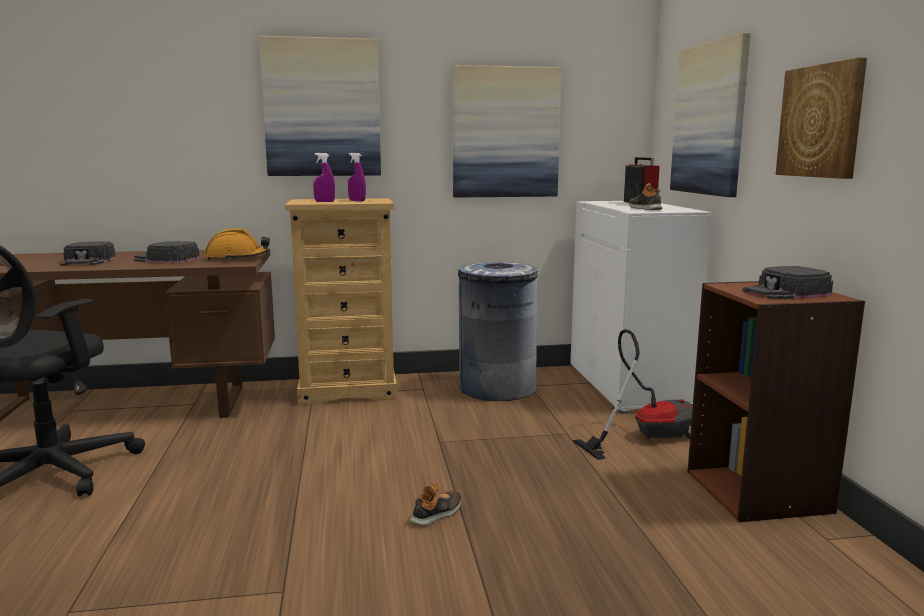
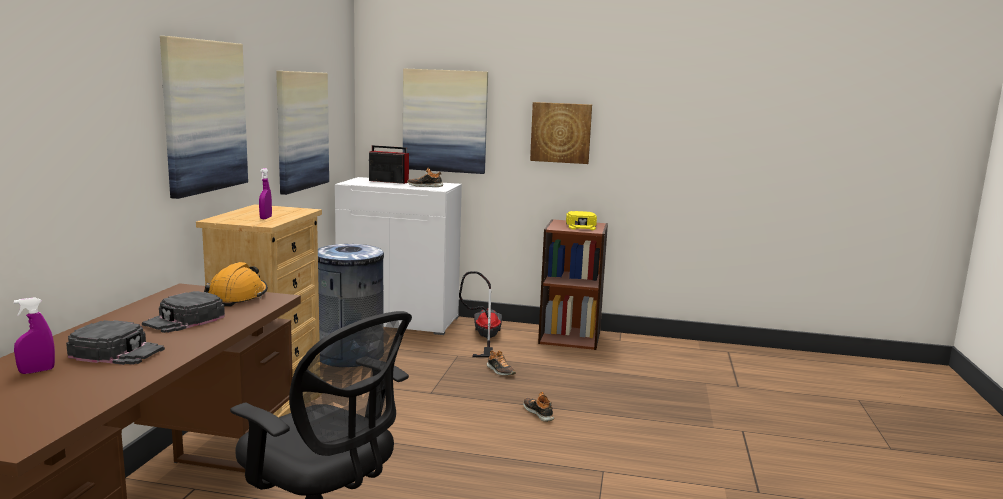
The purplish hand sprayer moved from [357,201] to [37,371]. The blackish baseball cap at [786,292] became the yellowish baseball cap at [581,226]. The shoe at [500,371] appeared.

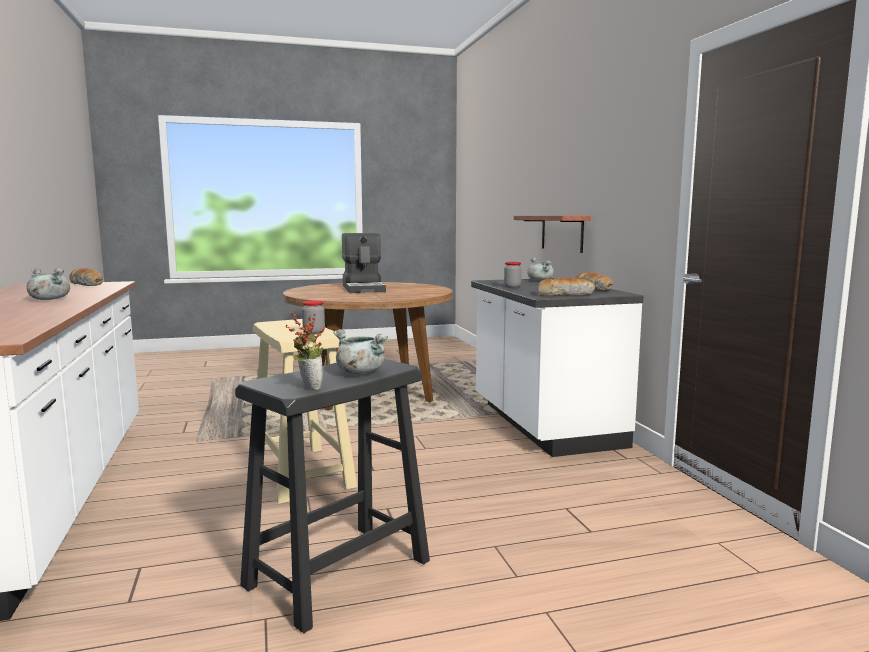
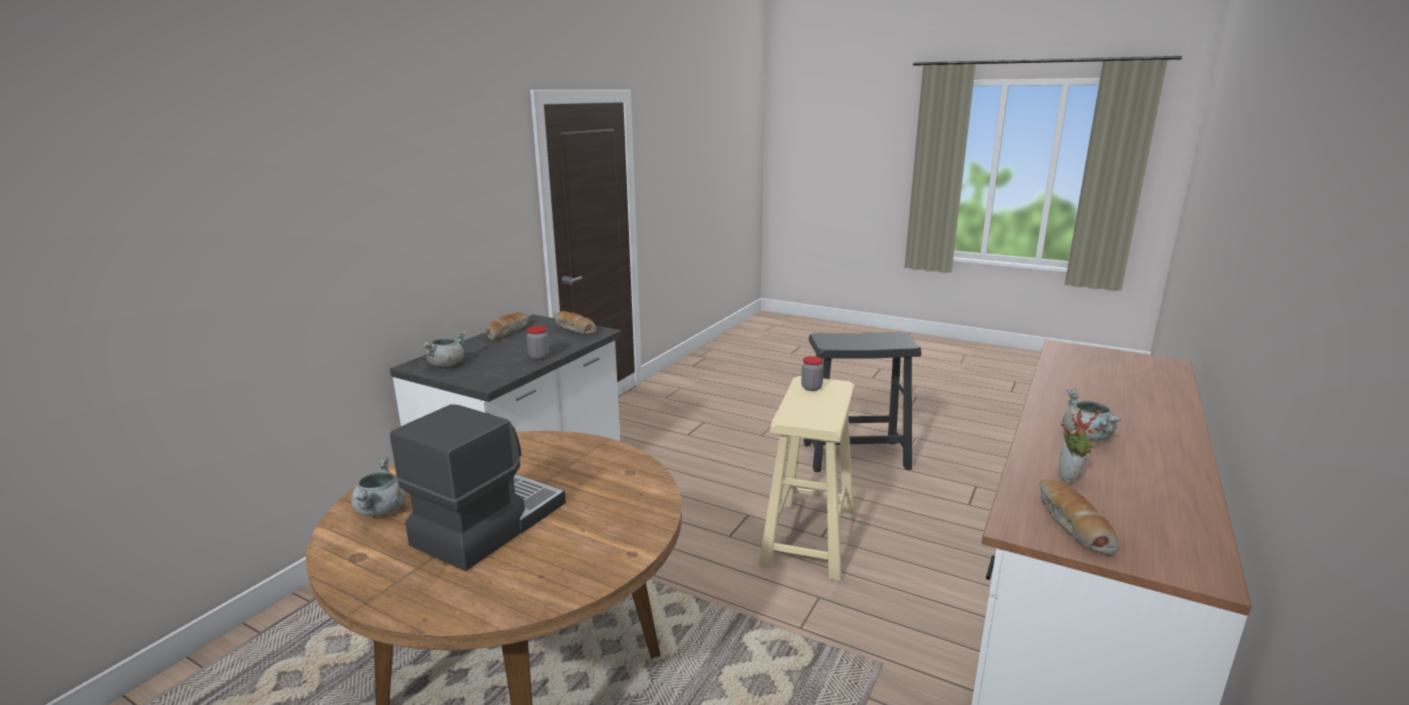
The plant in a pot moved from [308,387] to [1071,479]. The grey stockpot moved from [359,372] to [382,510]. The shelf at [562,233] disappeared.

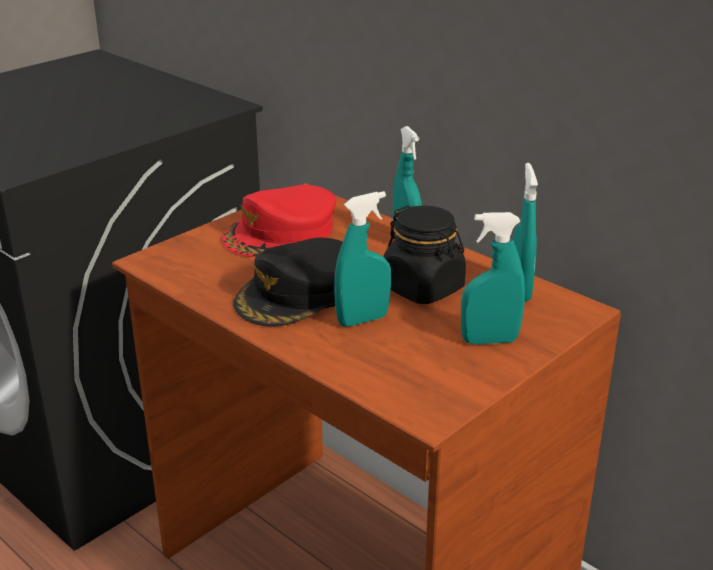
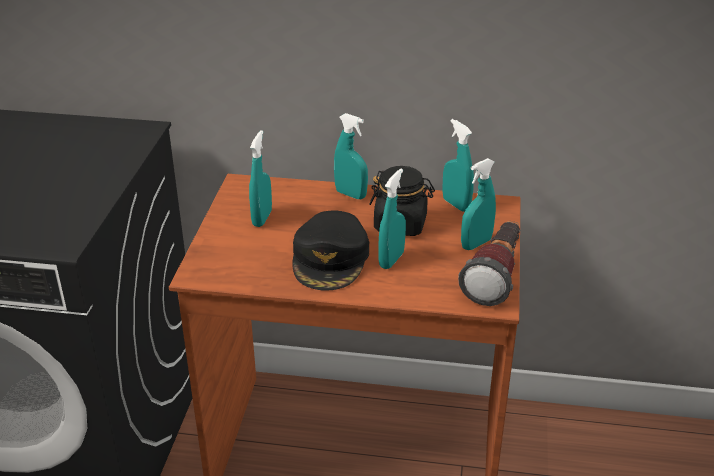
The red baseball cap at [281,232] was replaced by the turquoise-coloured hand sprayer at [262,218]. The torch at [496,276] appeared.

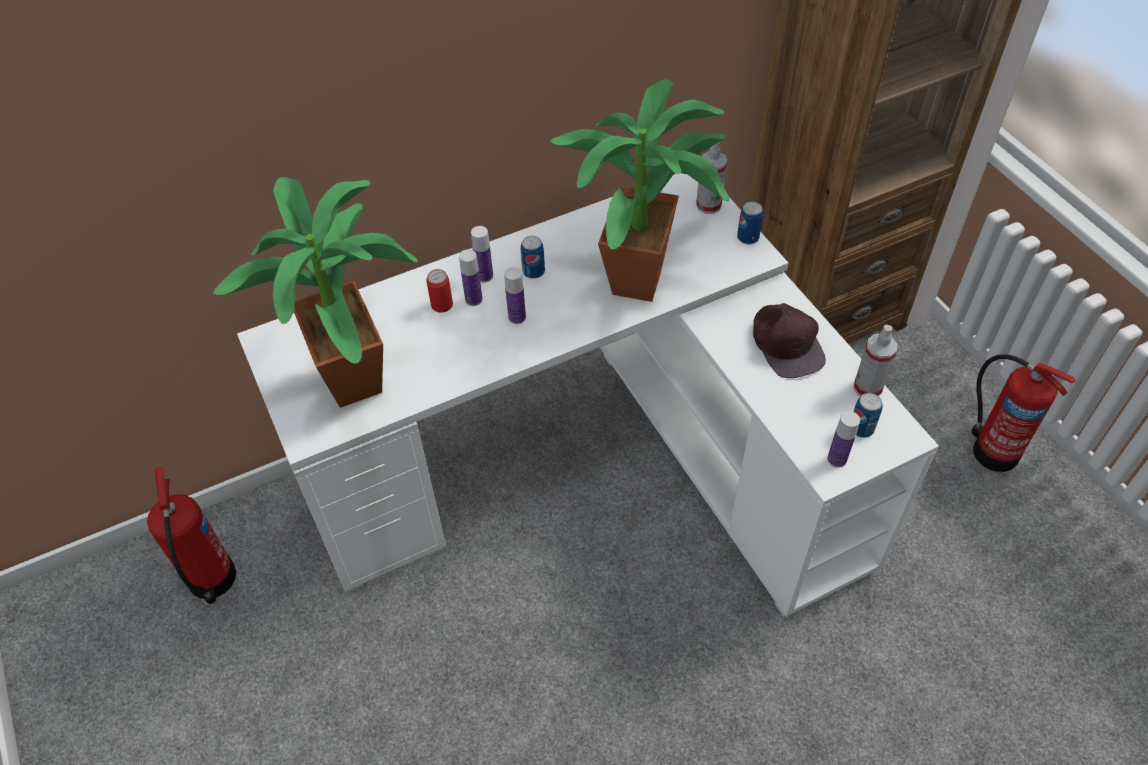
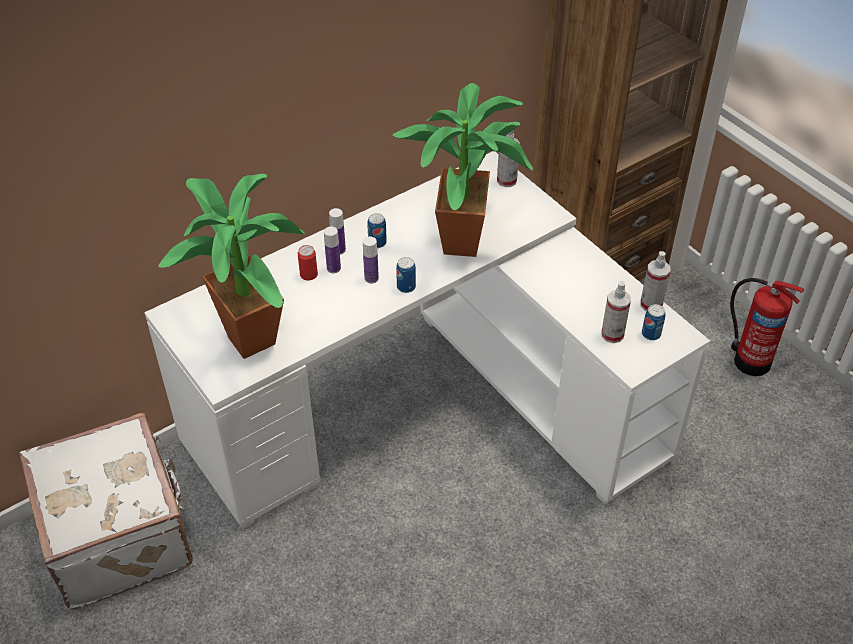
The extinguisher at [211,581] was replaced by the white travel case at [121,534]. The sealed can moved from [747,237] to [406,287]. The brownish baseball cap at [786,343] disappeared. The bottle at [837,459] disappeared. The hand sprayer at [612,334] appeared.

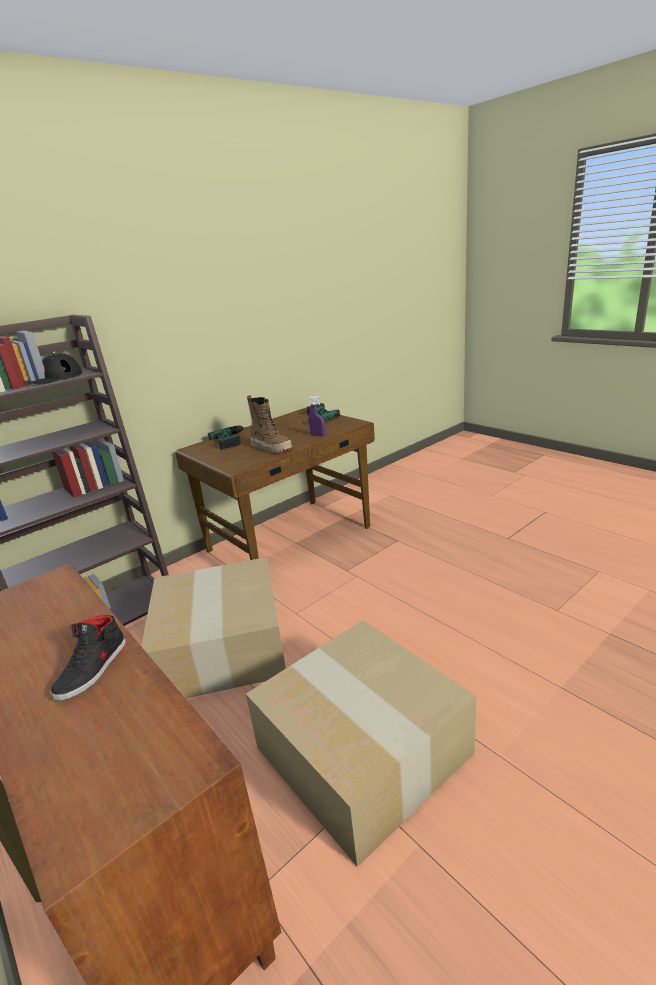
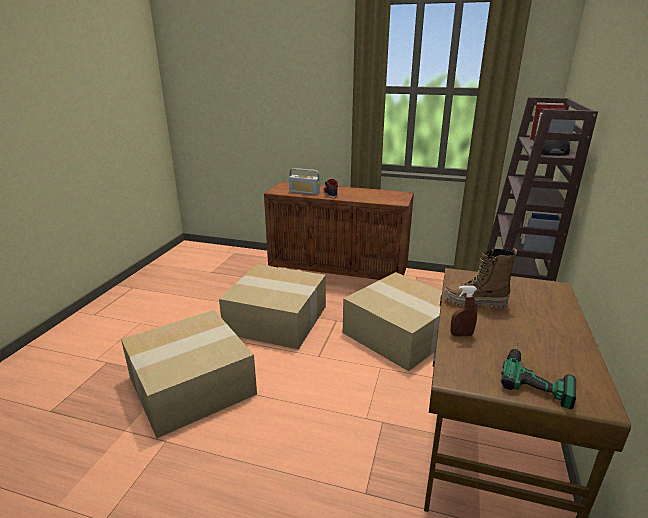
The drill at [235,438] disappeared. The purplish hand sprayer at [318,435] became the brownish hand sprayer at [461,335]. The packing box at [192,384] appeared. The radio receiver at [304,192] appeared.

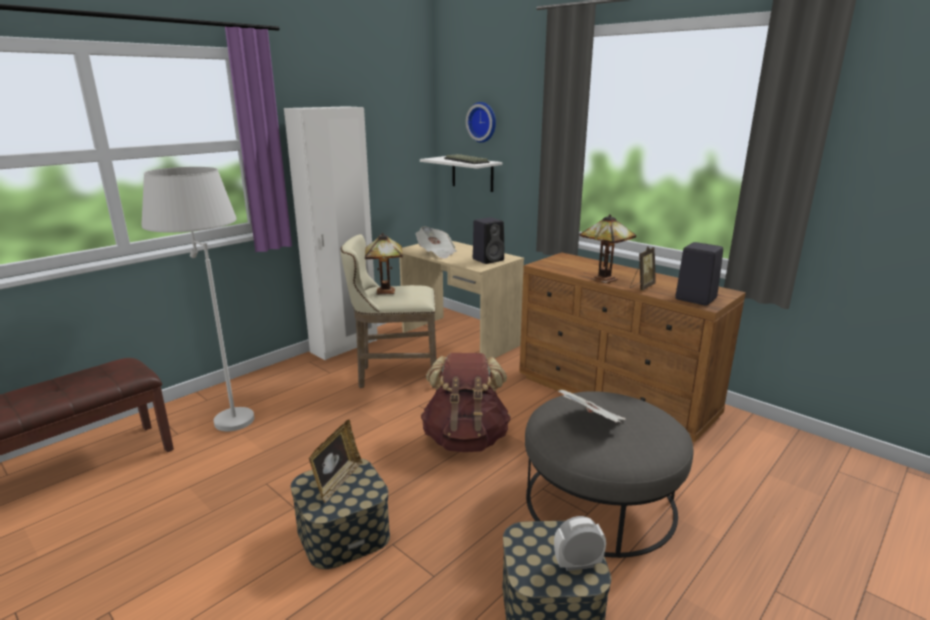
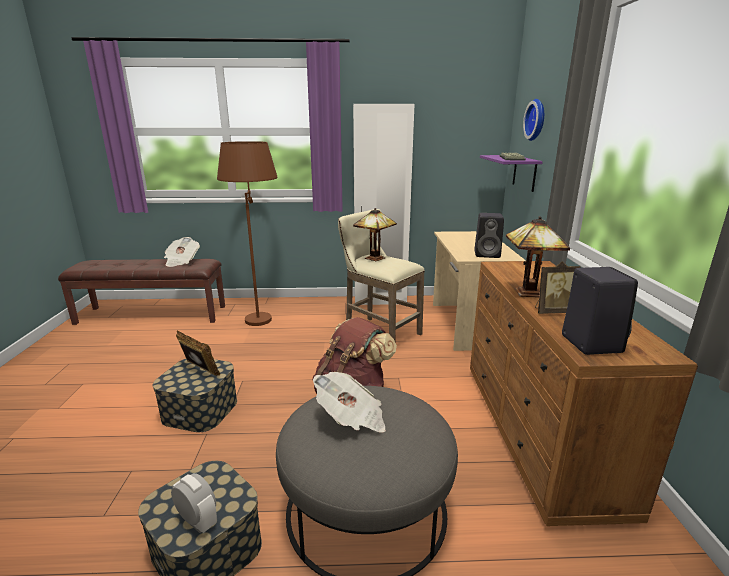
The white floor lamp at [223,413] became the brownish floor lamp at [260,314]. The picture frame at [337,481] turned 120 degrees counterclockwise. The printed paper moved from [436,253] to [181,261]. The white shelf at [472,174] became the purplish shelf at [524,173].

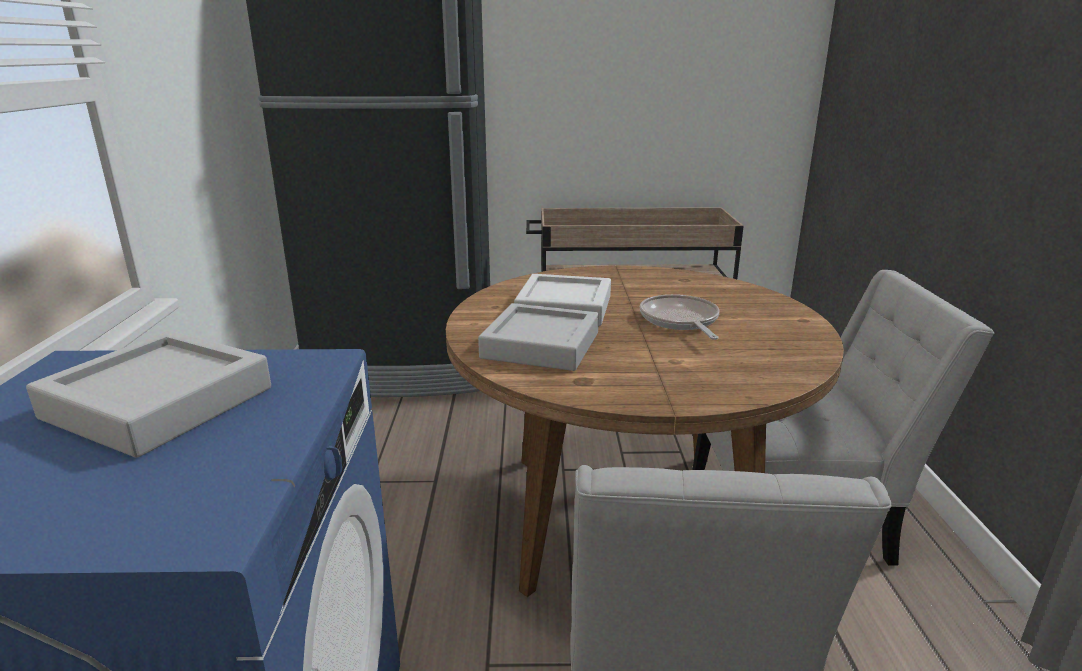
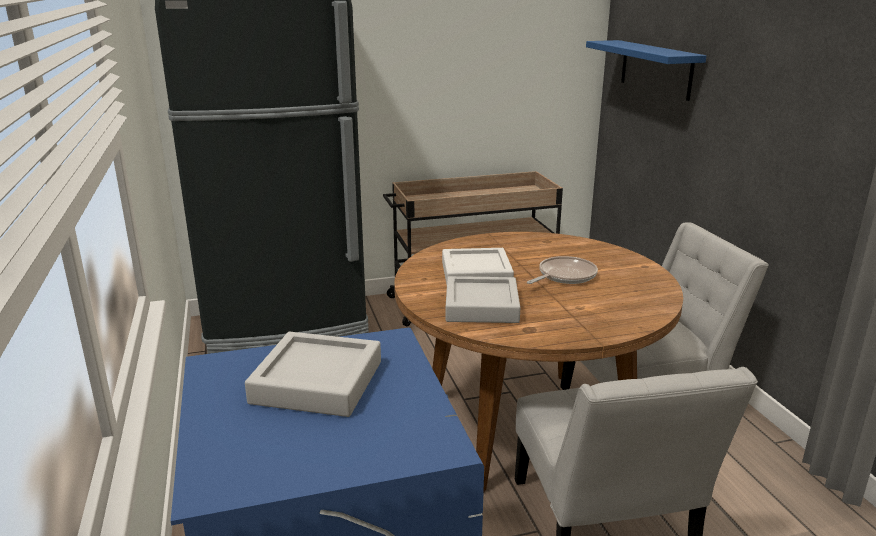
The pan at [680,321] turned 75 degrees clockwise. The bluish shelf at [655,69] appeared.

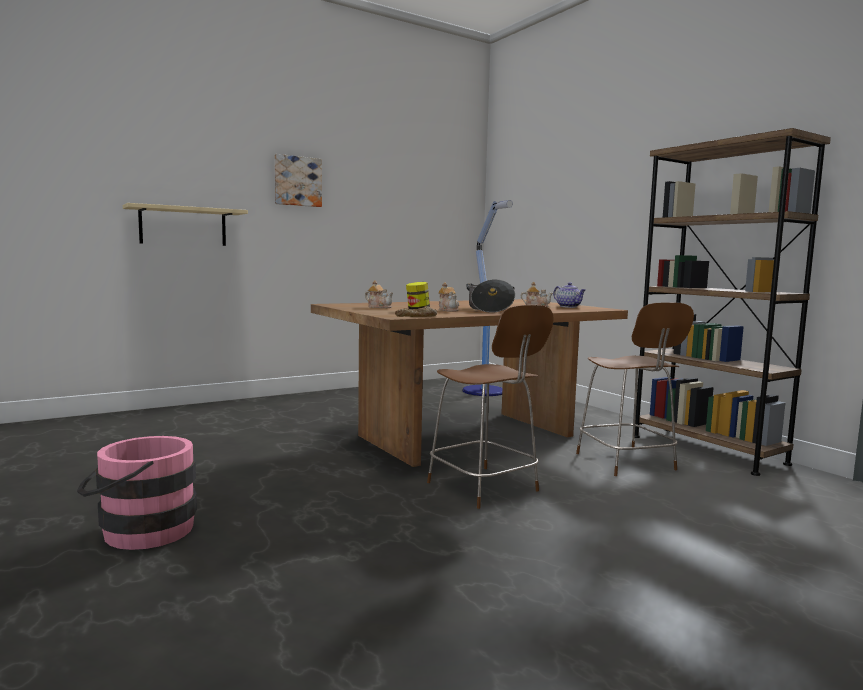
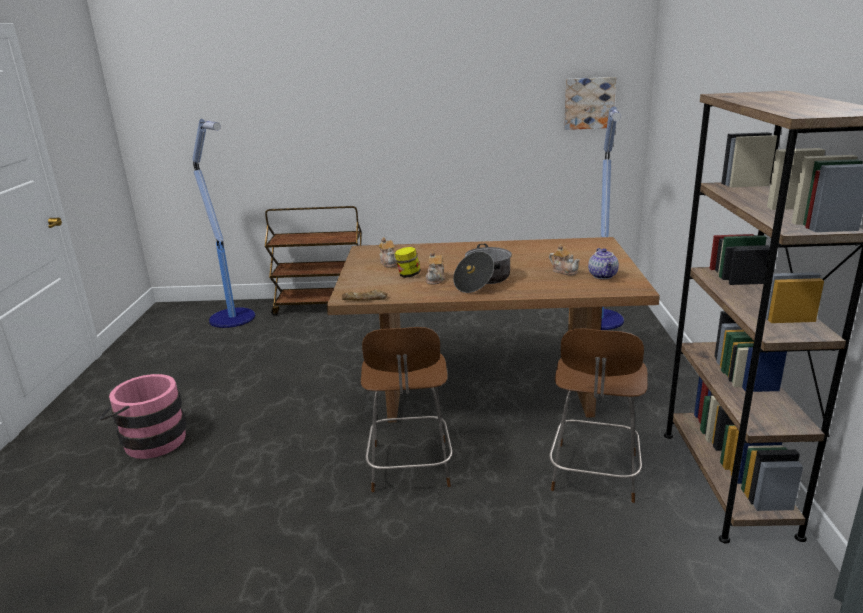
The beige shelf at [183,226] disappeared. The wall art moved from [297,181] to [589,103]. The floor lamp at [233,318] appeared. The brownish wheeled cart at [322,306] appeared.

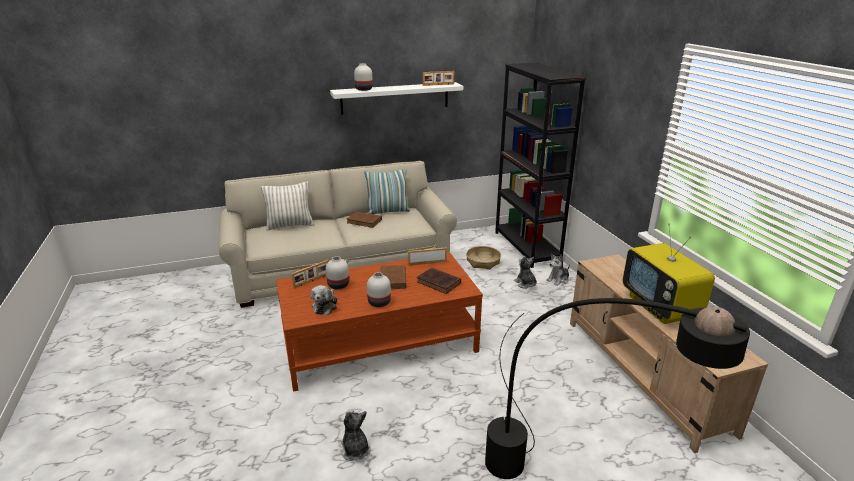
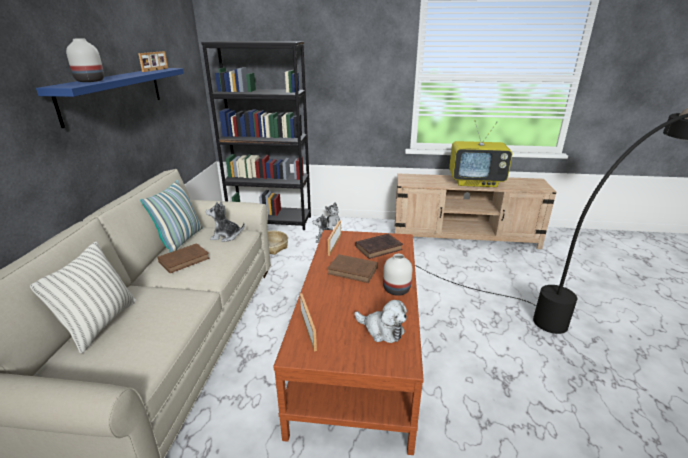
The white decorative vase at [337,285] disappeared. The white shelf at [395,98] became the bluish shelf at [114,94]. The soft toy moved from [355,449] to [226,236].

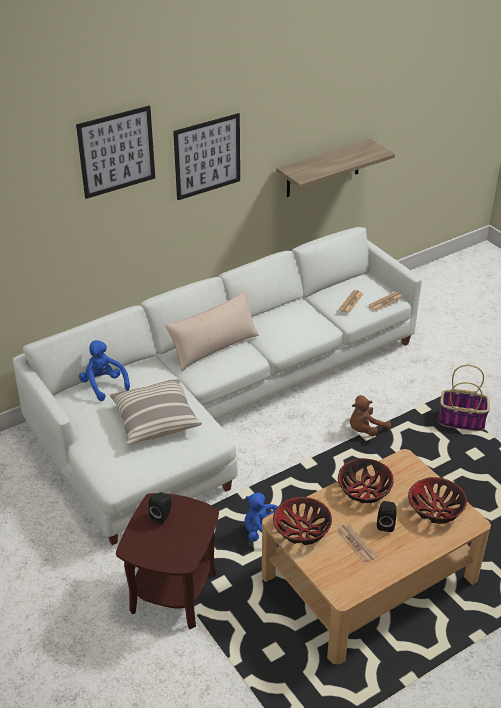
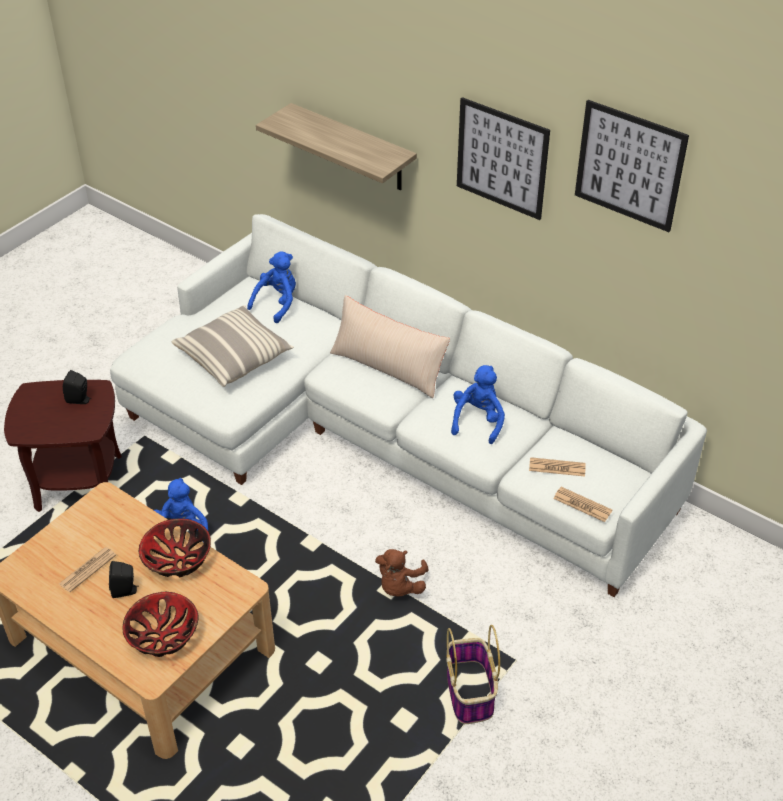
The wall art moved from [116,152] to [629,166]. The deep dish at [301,531] disappeared. The shelf moved from [323,169] to [352,148]. The brownish soft toy at [365,430] turned 105 degrees counterclockwise. The bluish soft toy at [478,421] appeared.

